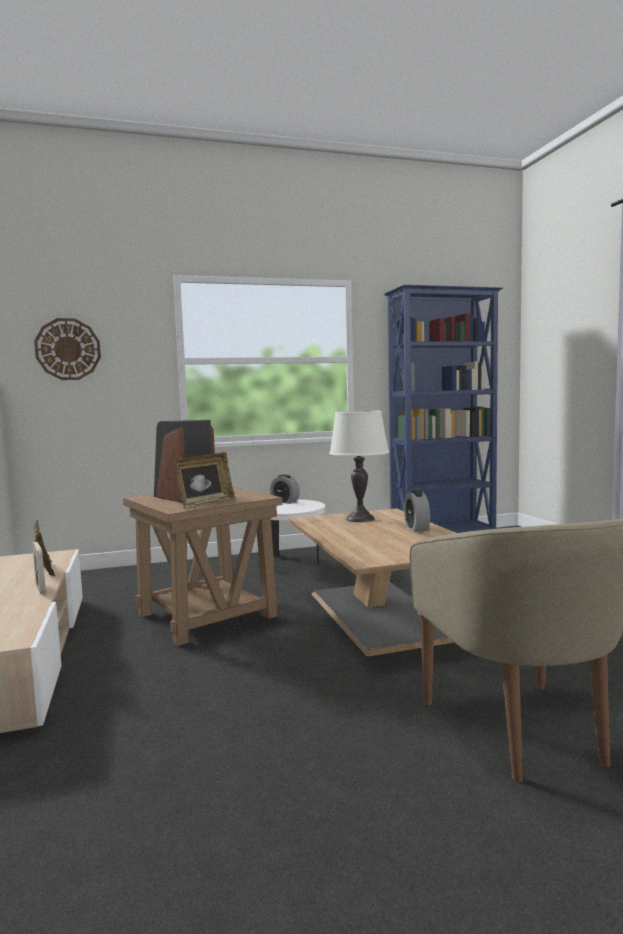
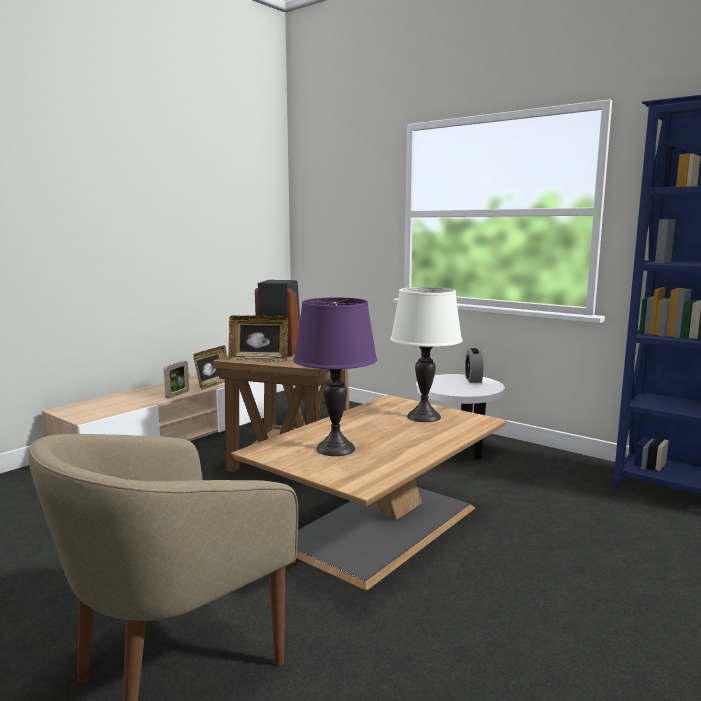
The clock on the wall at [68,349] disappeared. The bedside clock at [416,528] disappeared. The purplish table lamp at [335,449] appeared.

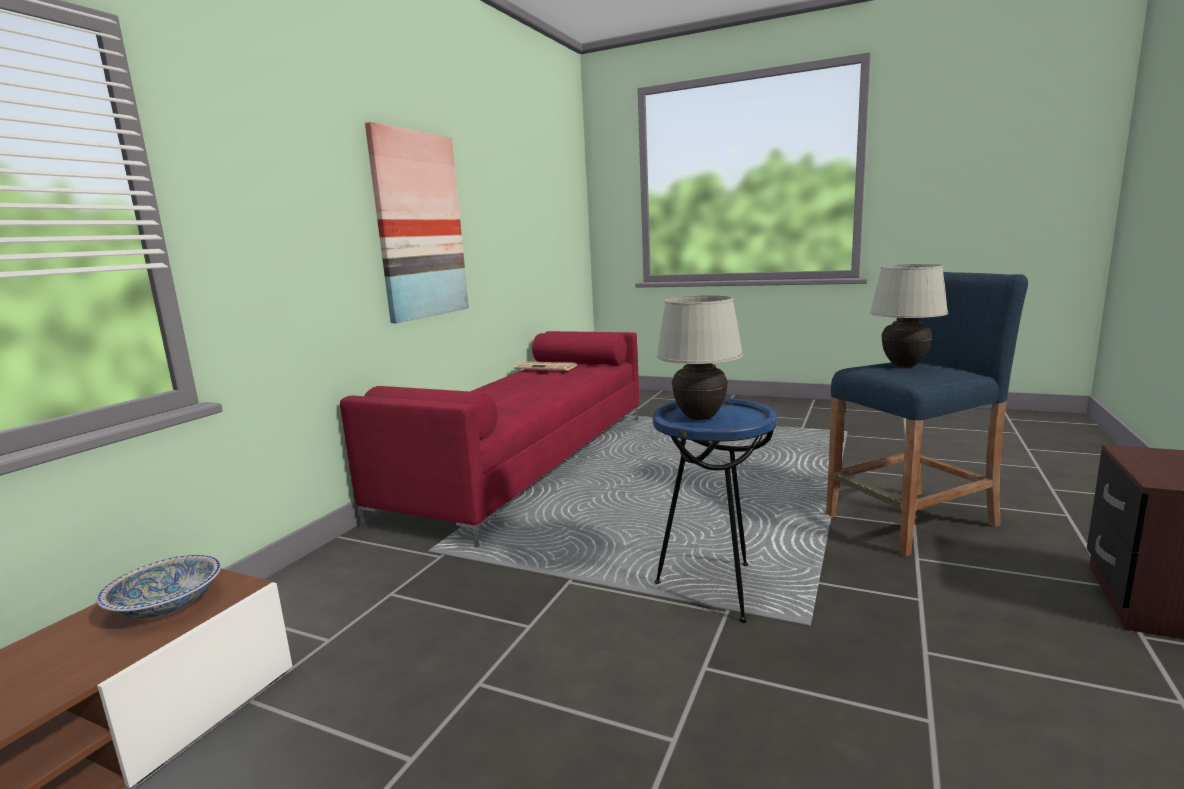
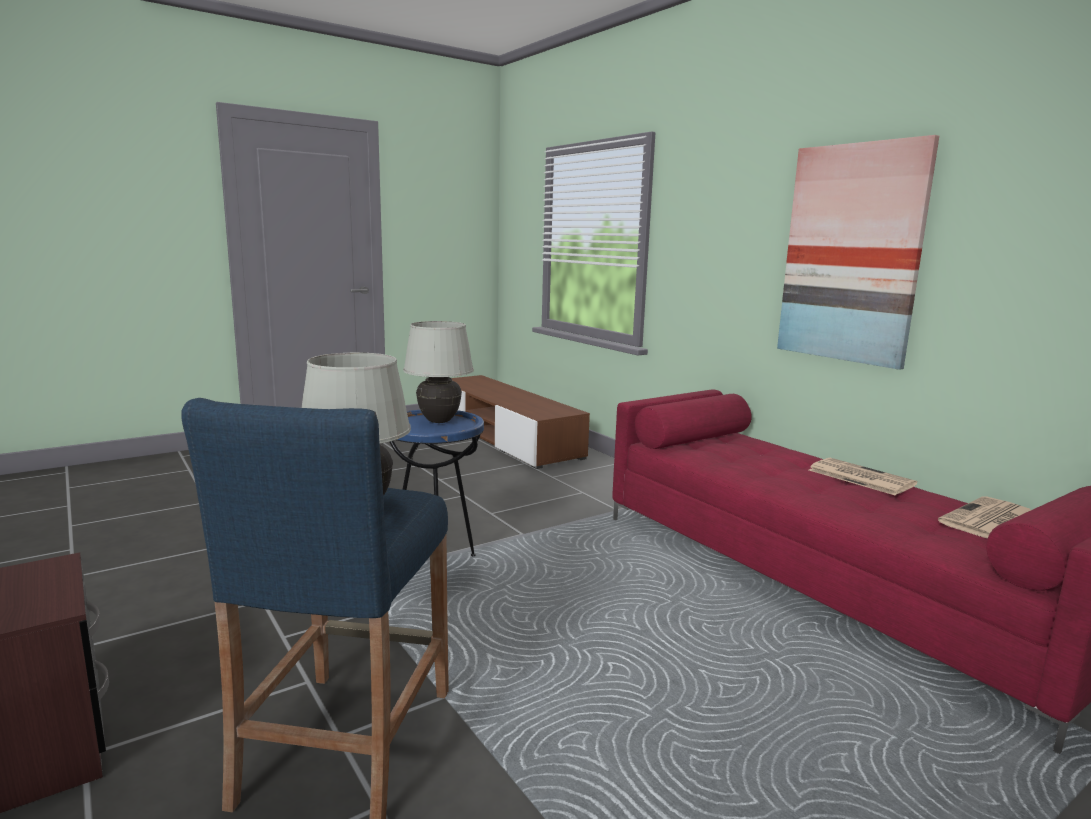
The deep dish at [167,605] disappeared. The printed paper at [859,477] appeared.

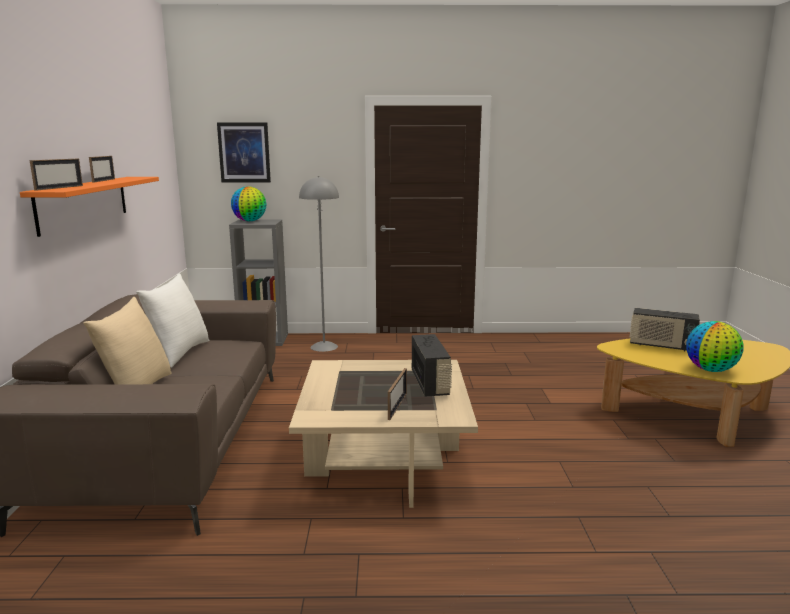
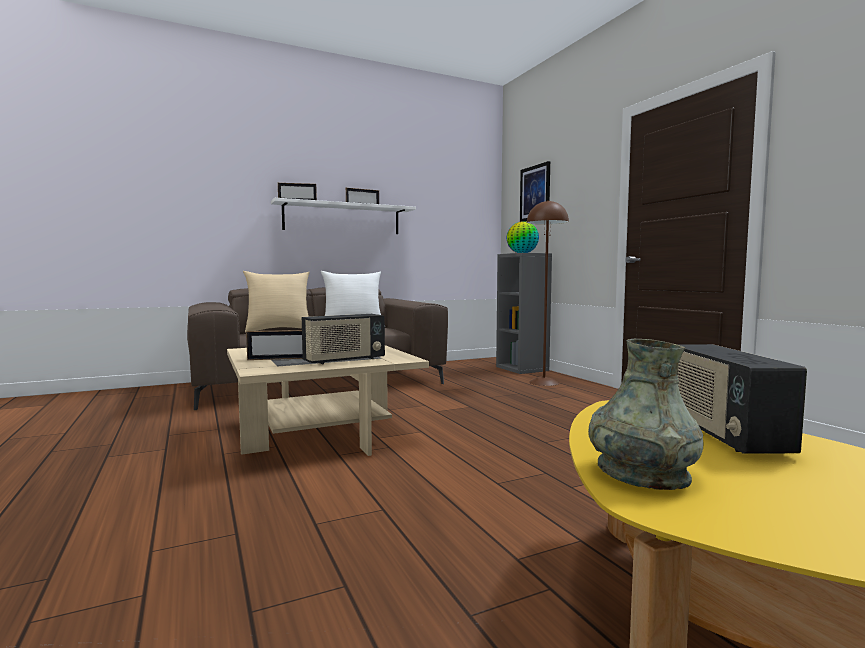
The orangey shelf at [84,203] became the white shelf at [342,218]. The grey floor lamp at [324,346] became the brownish floor lamp at [544,382]. The desk globe at [711,370] was replaced by the grey decorative vase at [642,473].

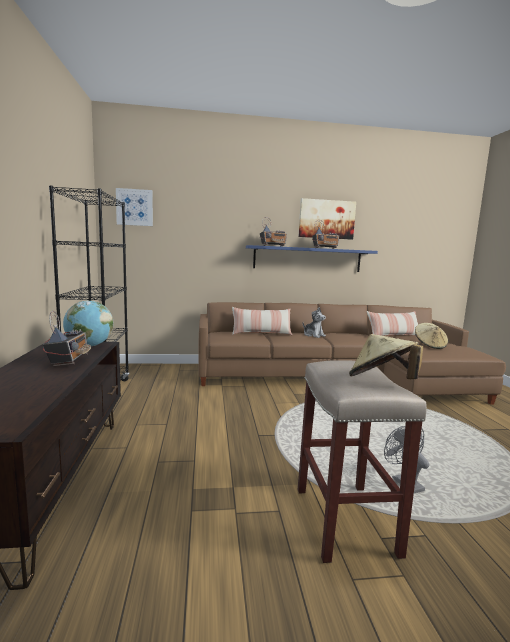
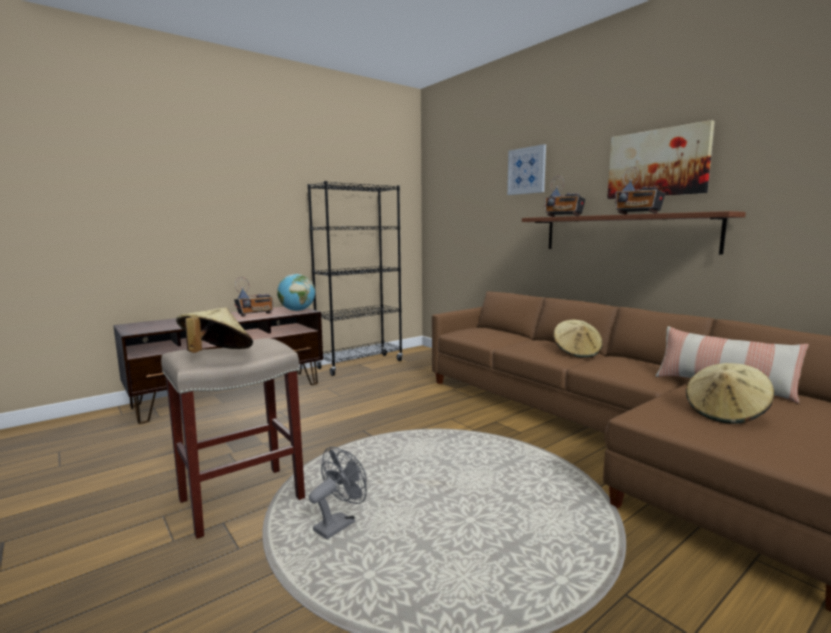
The wall art moved from [134,207] to [527,171]. The throw pillow at [261,333] disappeared. The bluish shelf at [307,259] became the brownish shelf at [624,233]. The soft toy at [313,335] was replaced by the beige clothing hat at [577,352].

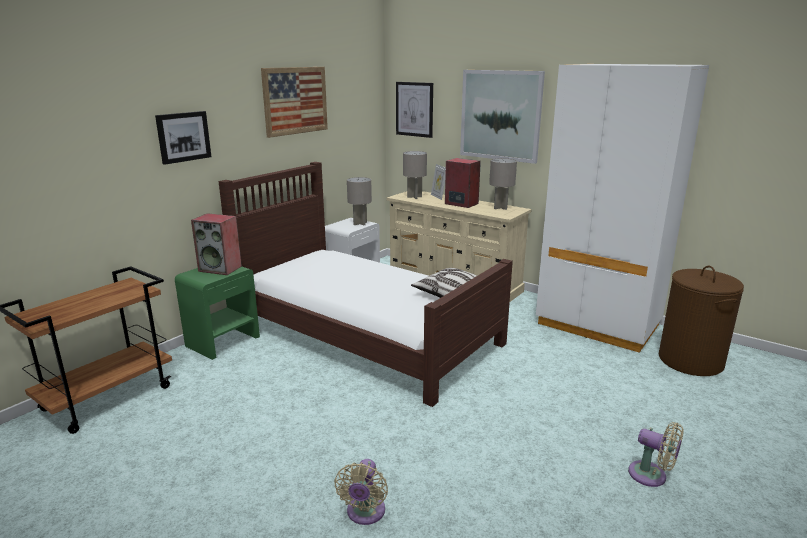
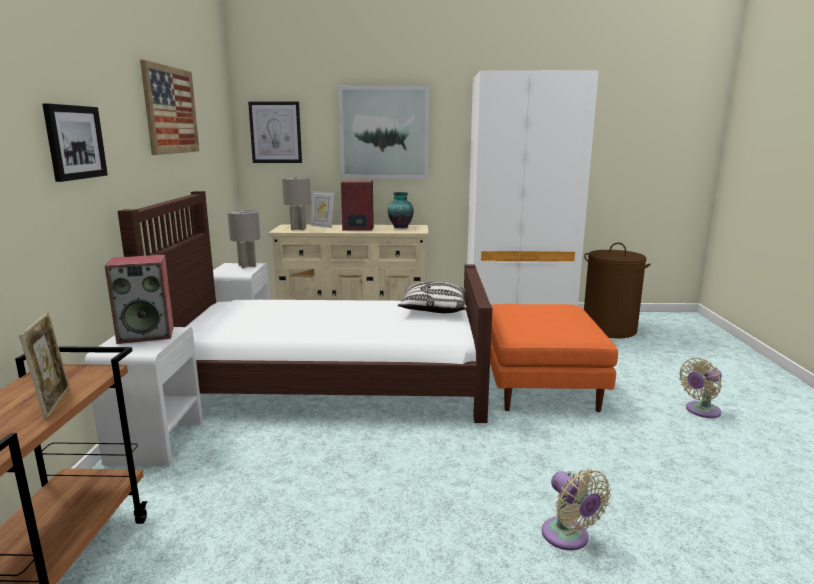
The green-coloured bedside table at [223,341] became the white bedside table at [156,441]. The grey table lamp at [500,207] was replaced by the decorative vase at [400,227]. The beige fan at [651,476] turned 150 degrees clockwise. The picture frame at [54,402] appeared. The orangey pouffe at [539,384] appeared.

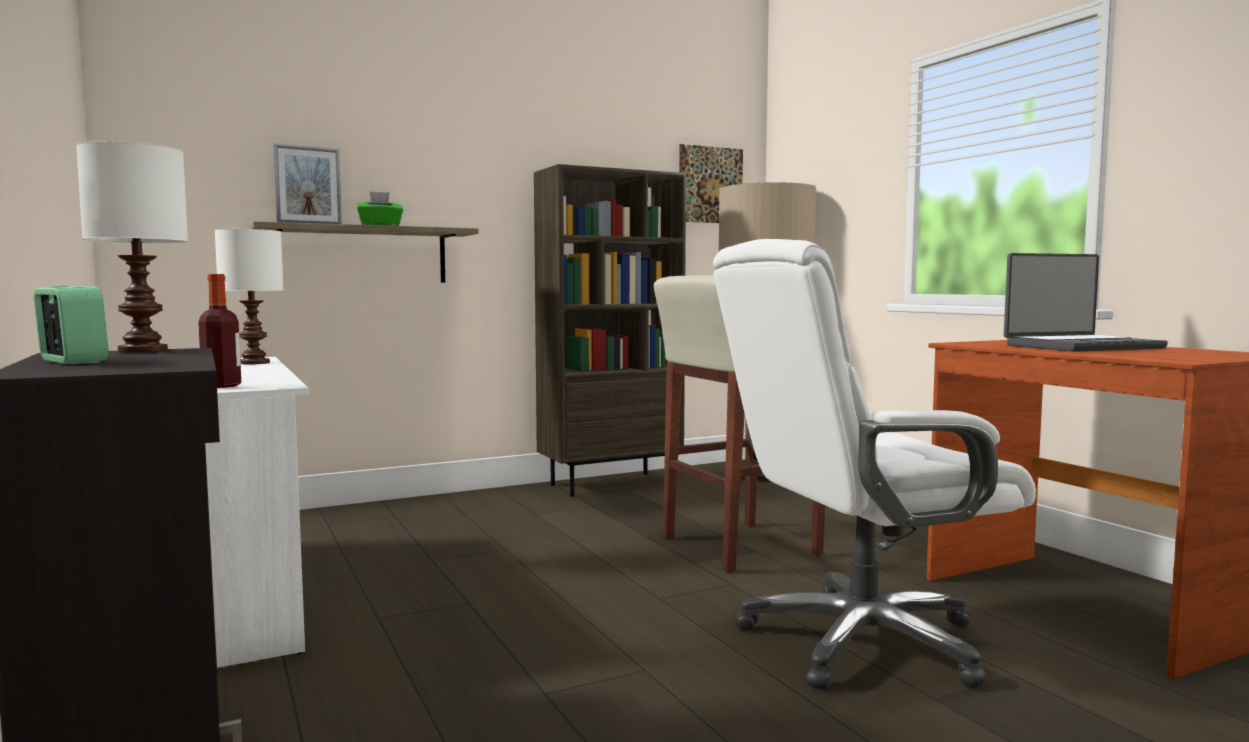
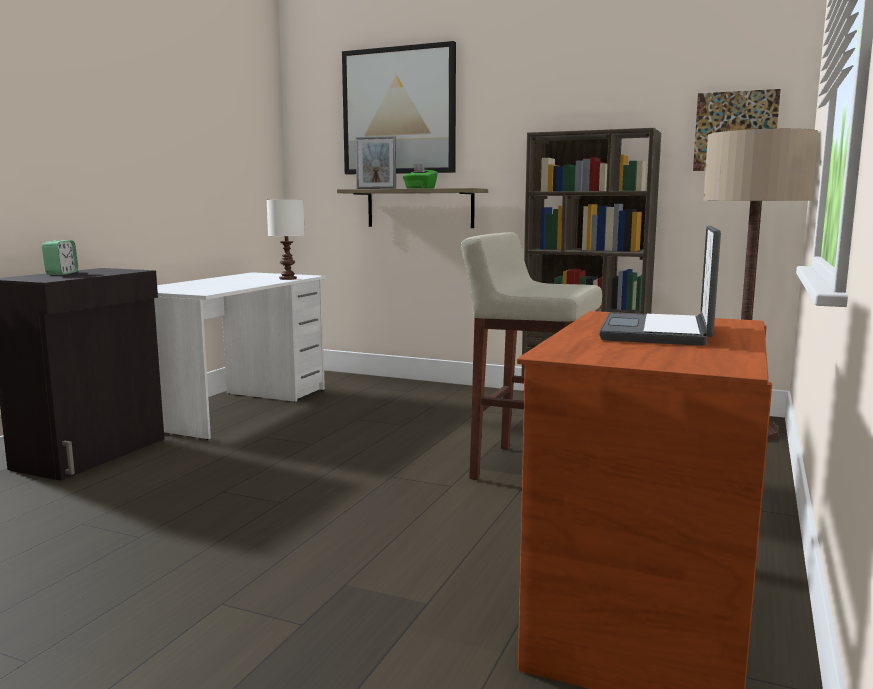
The white table lamp at [144,350] disappeared. The bottle at [222,386] disappeared. The white computer chair at [860,642] disappeared. The laptop at [1080,346] turned 75 degrees clockwise. The wall art at [399,111] appeared.

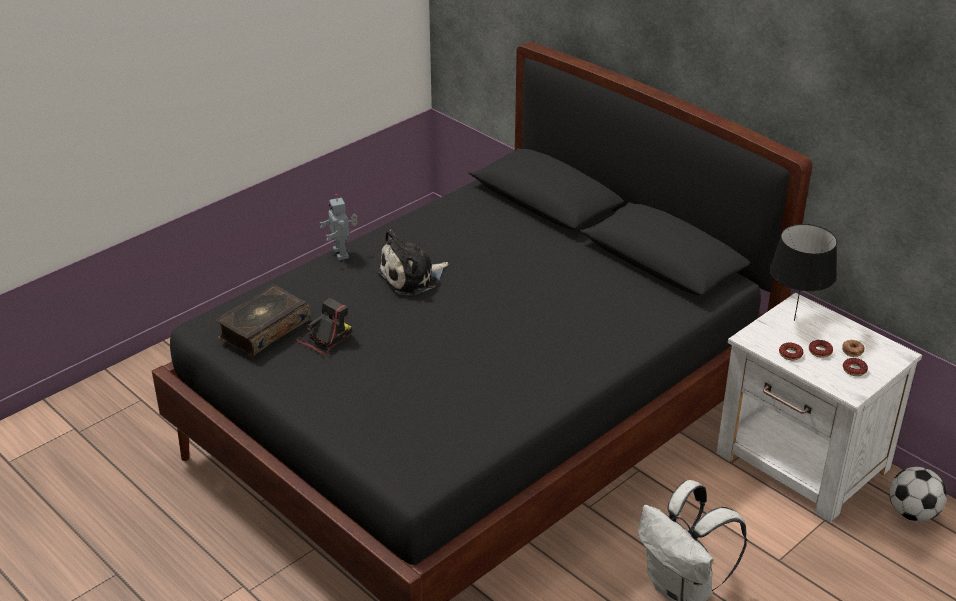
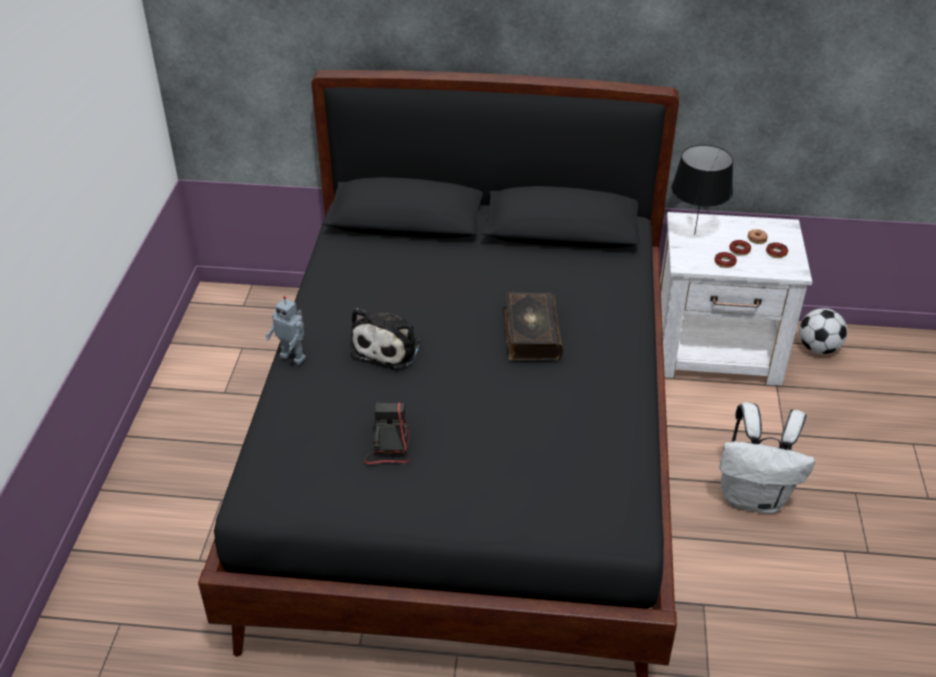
The bound book moved from [263,329] to [530,335].

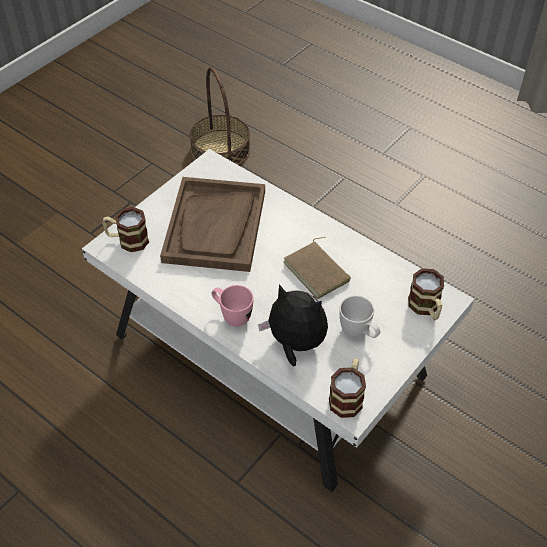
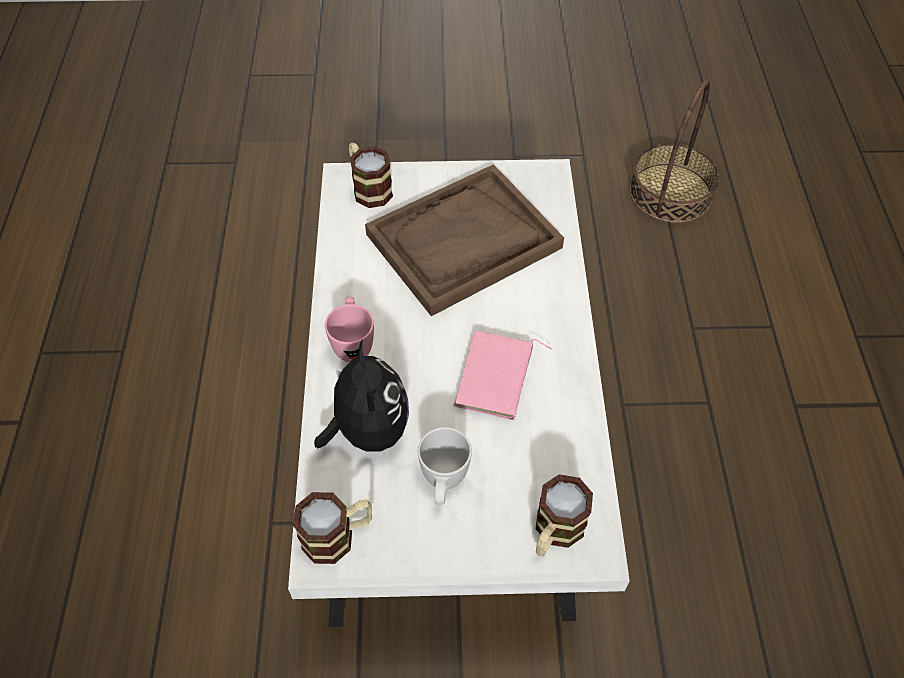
The brownish bound book at [318,271] became the pinkish bound book at [497,379].

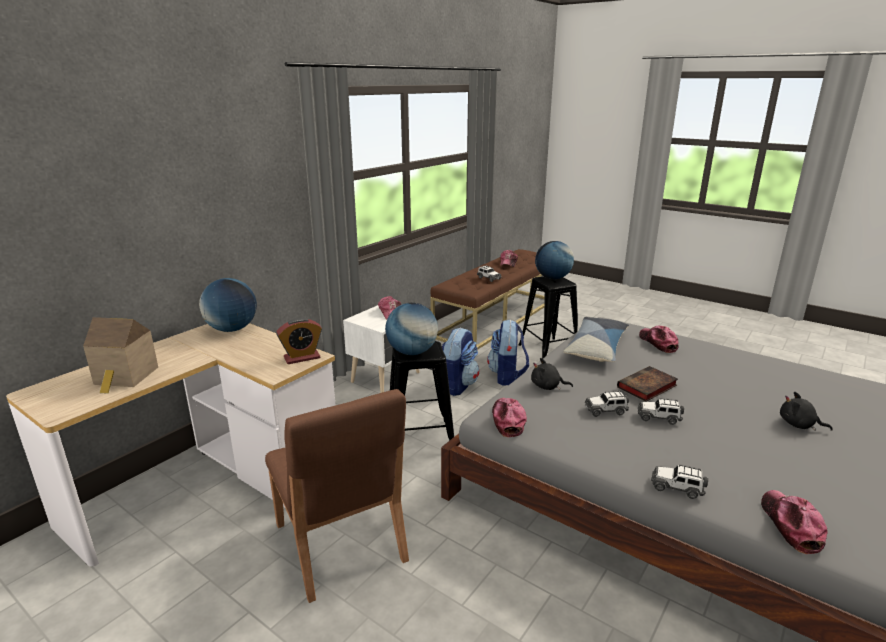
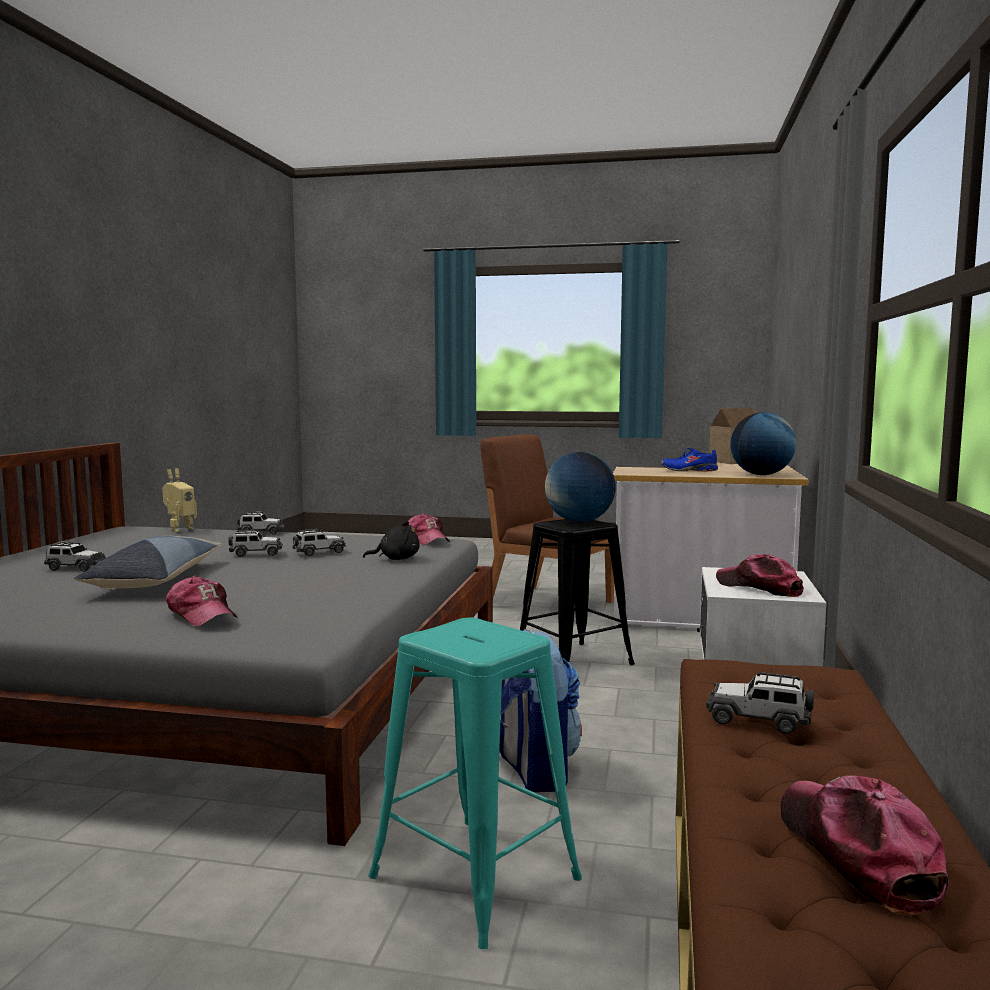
The bedside clock at [302,357] disappeared. The backpack at [457,385] disappeared. The blackish sitting stool at [548,351] became the turquoise-coloured sitting stool at [474,878]. The desk globe at [553,278] disappeared. The throw pillow moved from [597,348] to [155,579]. The bound book at [646,387] disappeared. The baseball cap at [790,525] was replaced by the robot figure at [179,529]. The blackish soft toy at [799,425] was replaced by the toy car at [75,568]. The bluish shoe at [689,471] appeared.

